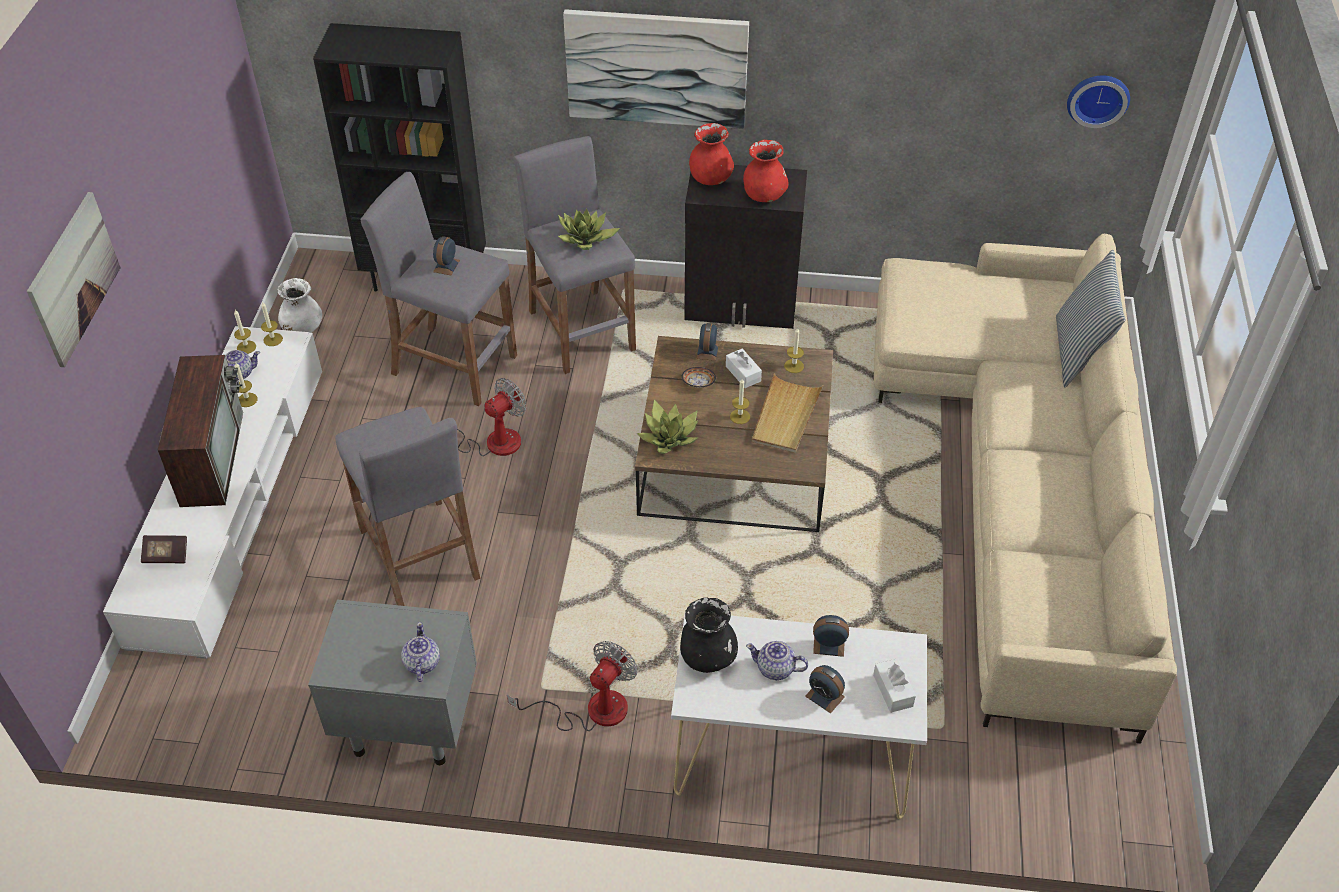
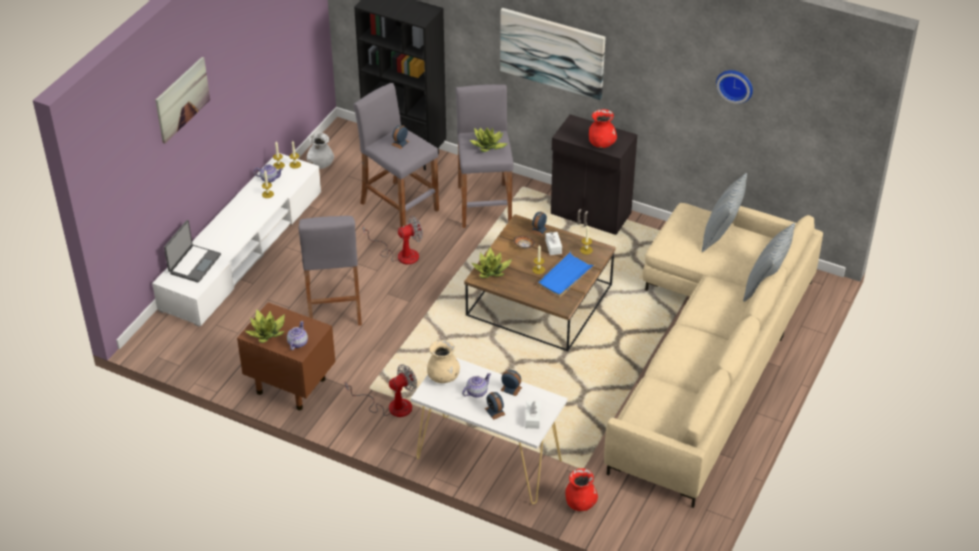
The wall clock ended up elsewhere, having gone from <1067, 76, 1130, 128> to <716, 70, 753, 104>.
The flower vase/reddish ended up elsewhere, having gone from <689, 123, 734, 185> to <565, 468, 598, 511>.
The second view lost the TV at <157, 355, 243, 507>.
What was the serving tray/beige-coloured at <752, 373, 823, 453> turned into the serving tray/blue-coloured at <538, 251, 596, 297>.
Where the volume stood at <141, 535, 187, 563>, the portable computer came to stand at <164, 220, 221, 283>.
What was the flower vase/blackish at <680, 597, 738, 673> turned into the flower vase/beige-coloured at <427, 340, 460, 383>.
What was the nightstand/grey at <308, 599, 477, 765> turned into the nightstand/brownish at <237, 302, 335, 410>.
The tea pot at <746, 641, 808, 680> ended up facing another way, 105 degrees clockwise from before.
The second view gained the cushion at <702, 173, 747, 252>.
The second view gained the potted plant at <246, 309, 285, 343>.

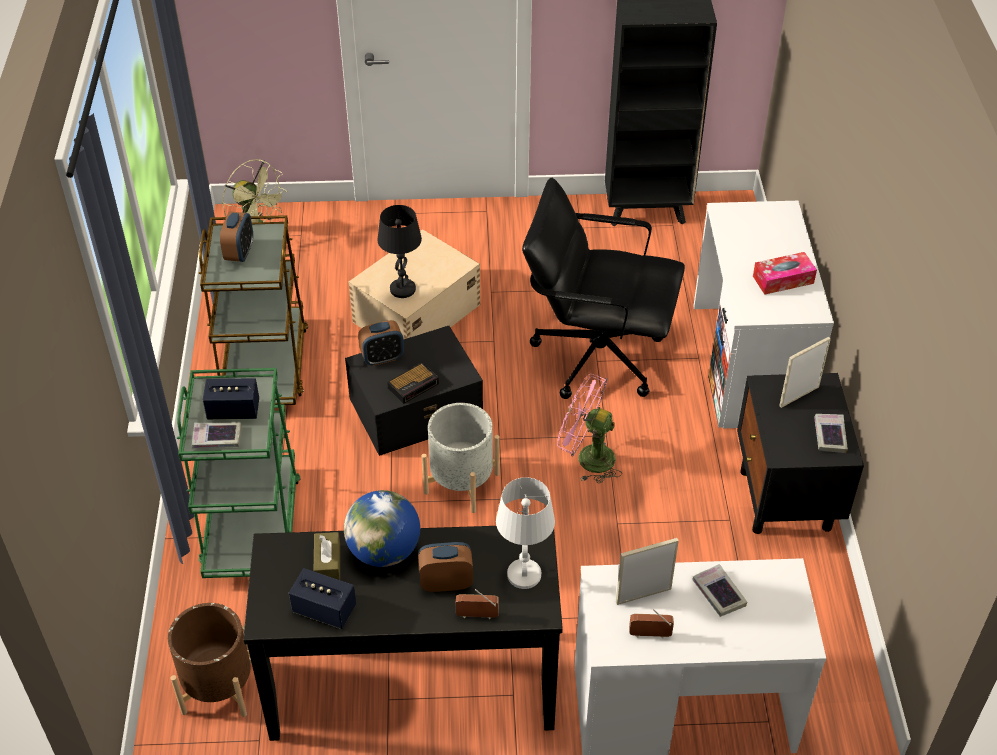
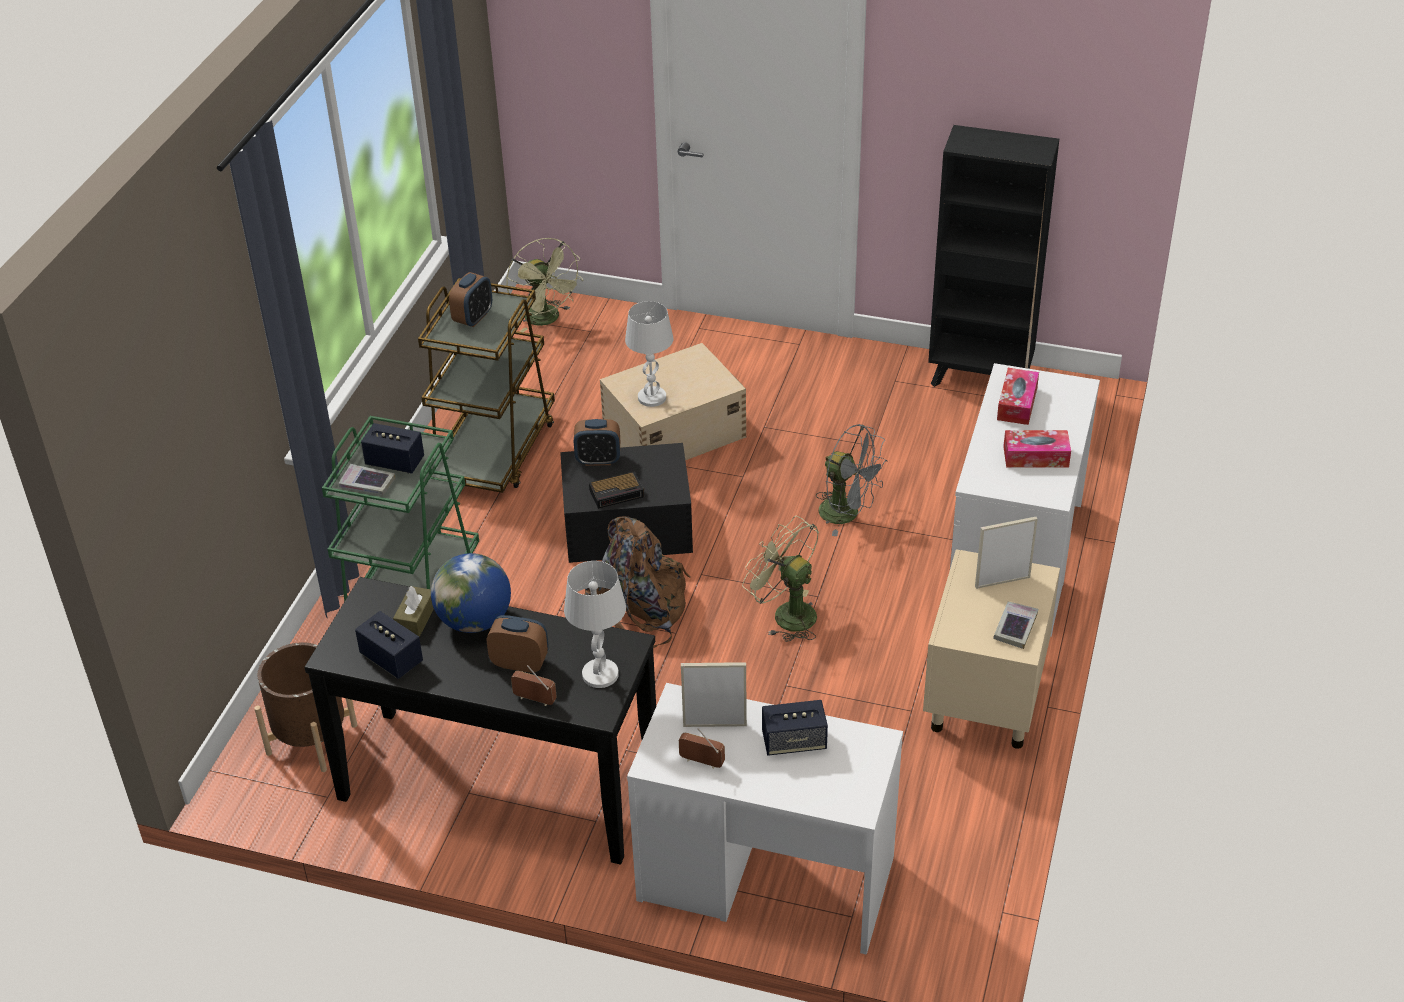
Where the office chair/blackish stood at <522, 178, 685, 399>, the fan/grey came to stand at <816, 424, 888, 536>.
What was the tabletop lamp/blackish at <378, 205, 422, 298> turned into the tabletop lamp/white-coloured at <625, 301, 673, 407>.
What was the nightstand/blackish at <737, 373, 864, 534> turned into the nightstand/beige-coloured at <923, 549, 1060, 749>.
What was the fan/pink at <557, 374, 622, 483> turned into the fan/greenish at <742, 516, 819, 642>.
Where the planter/grey stood at <422, 403, 500, 513>, the rucksack/brownish came to stand at <584, 516, 691, 648>.
Where the volume stood at <692, 564, 747, 617>, the audio speaker came to stand at <762, 700, 828, 756>.
The second view gained the box of tissues at <997, 368, 1039, 425>.

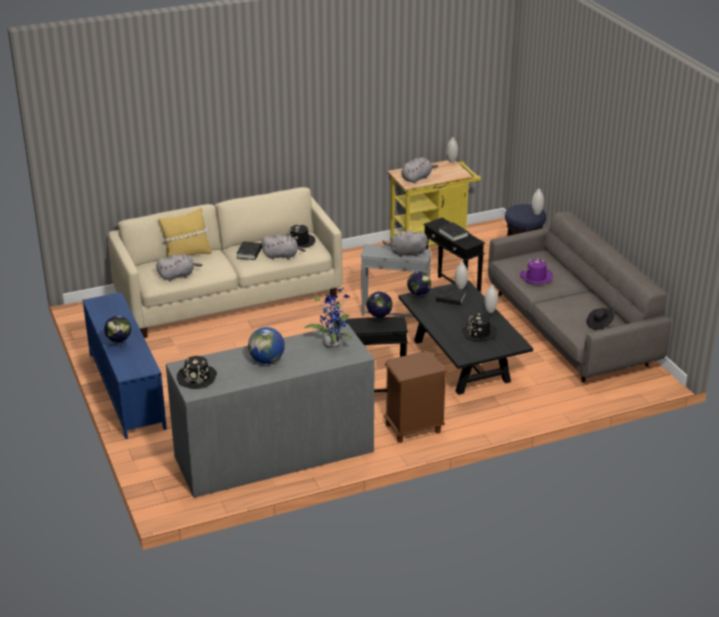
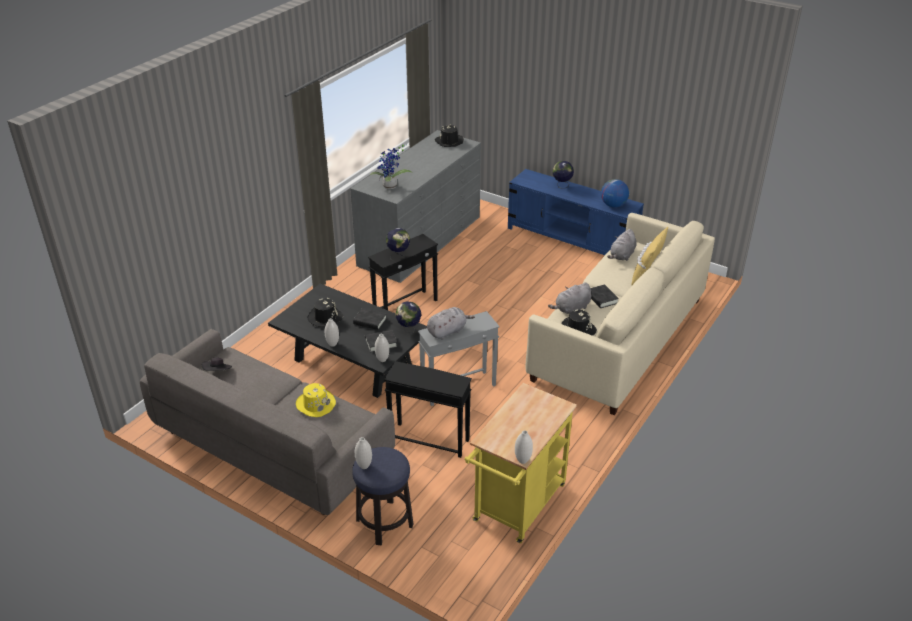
The second view lost the soft toy/grey at <402, 157, 438, 183>.
The volume/blackish ended up elsewhere, having gone from <439, 222, 469, 242> to <353, 308, 387, 330>.
What was the clothing hat/purplish at <520, 258, 553, 284> turned into the clothing hat/yellow at <296, 383, 336, 417>.
The desk globe ended up elsewhere, having gone from <248, 327, 285, 364> to <601, 179, 629, 207>.
The second view lost the nightstand/brownish at <384, 351, 447, 443>.

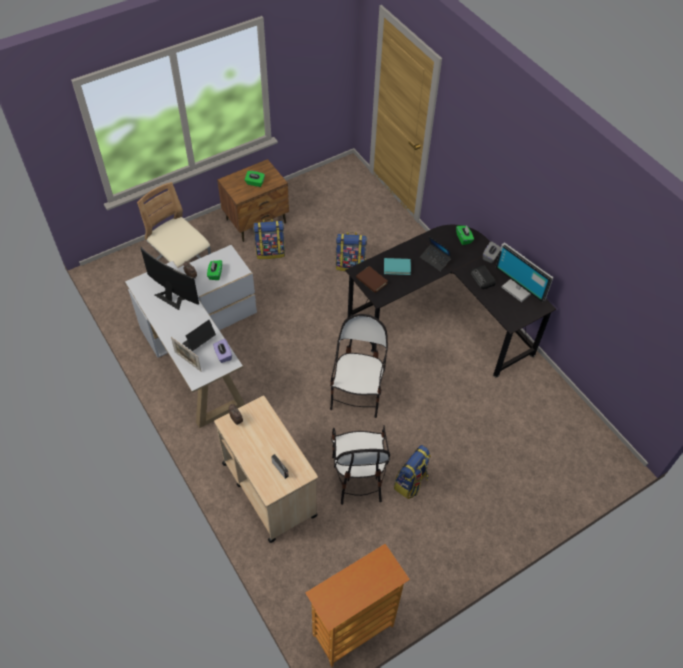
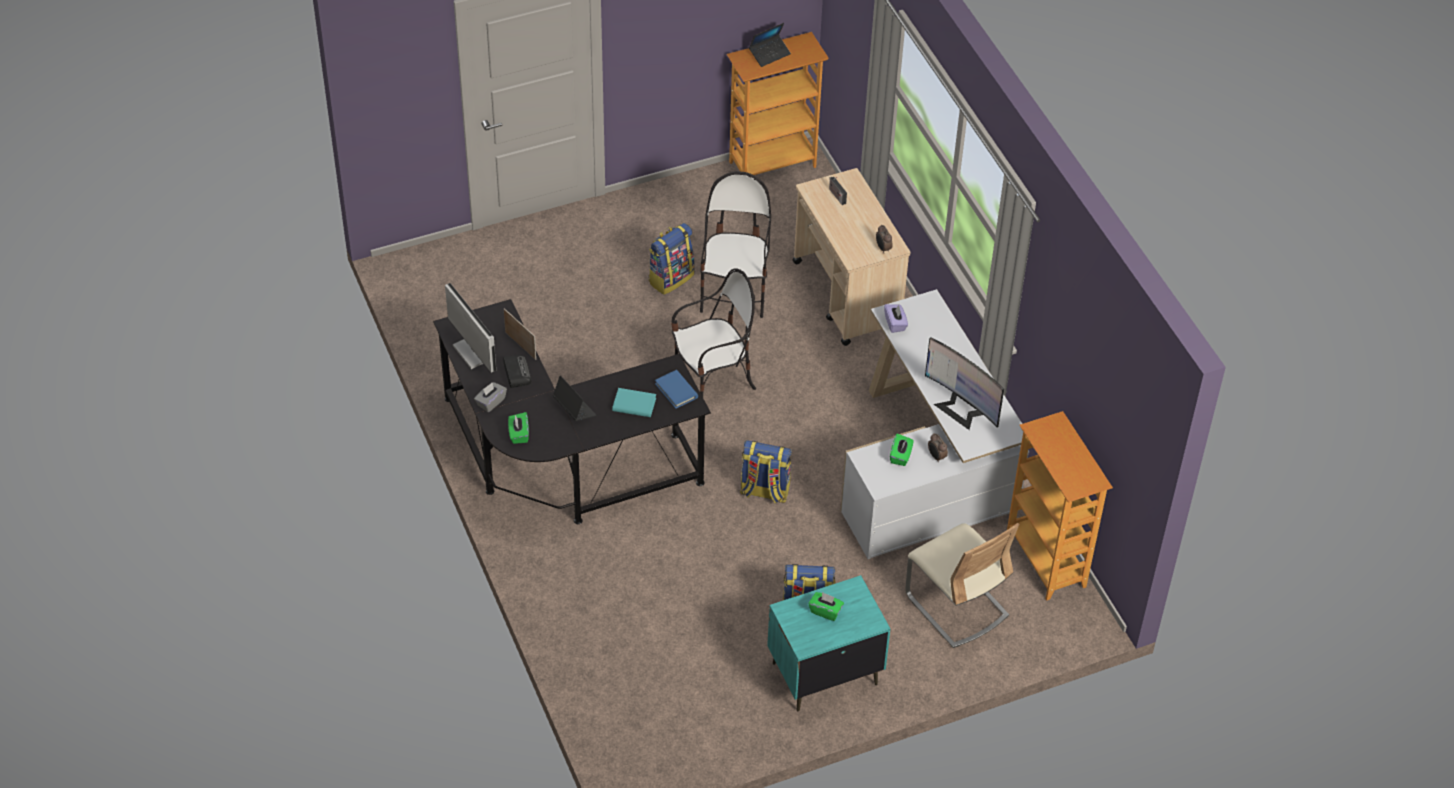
What was the nightstand/brownish at <217, 159, 289, 242> turned into the nightstand/blue-green at <767, 575, 891, 712>.
The rucksack ended up elsewhere, having gone from <336, 232, 367, 271> to <740, 440, 792, 503>.
What was the volume/brownish at <356, 266, 388, 293> turned into the volume/blue-coloured at <655, 370, 698, 409>.
The upright chair at <330, 314, 388, 418> ended up facing another way, 135 degrees counterclockwise from before.
The portable computer ended up elsewhere, having gone from <182, 320, 216, 351> to <749, 23, 791, 67>.
The picture frame ended up elsewhere, having gone from <171, 337, 202, 372> to <504, 308, 536, 360>.
The second view gained the bookcase at <1007, 411, 1113, 601>.

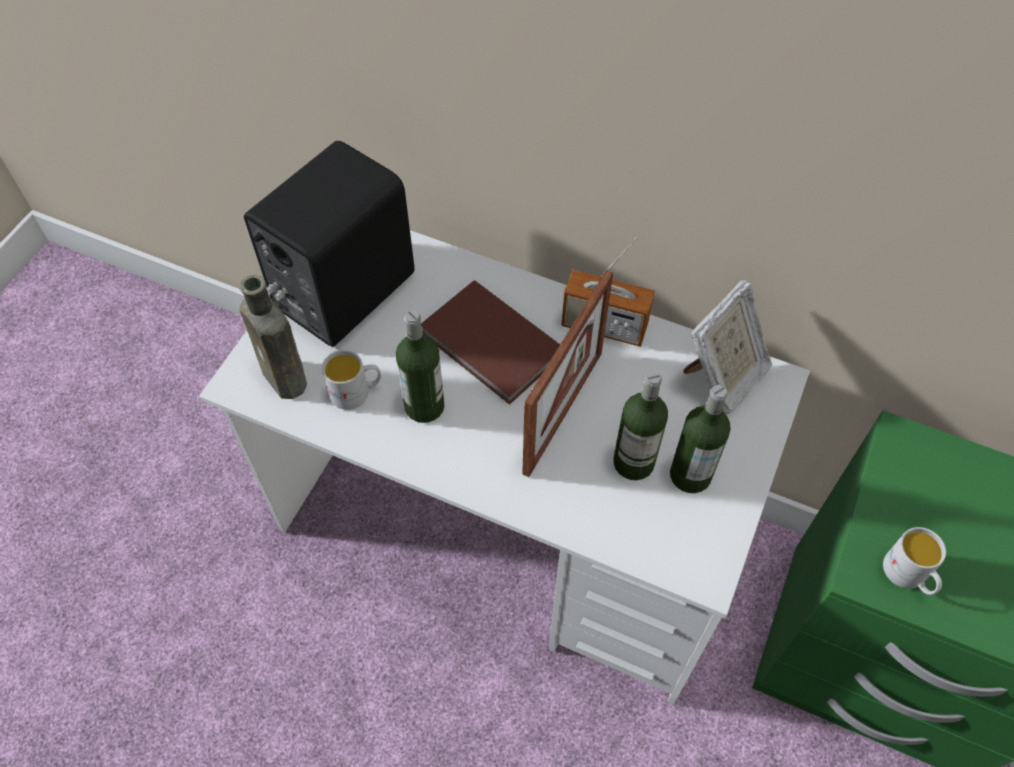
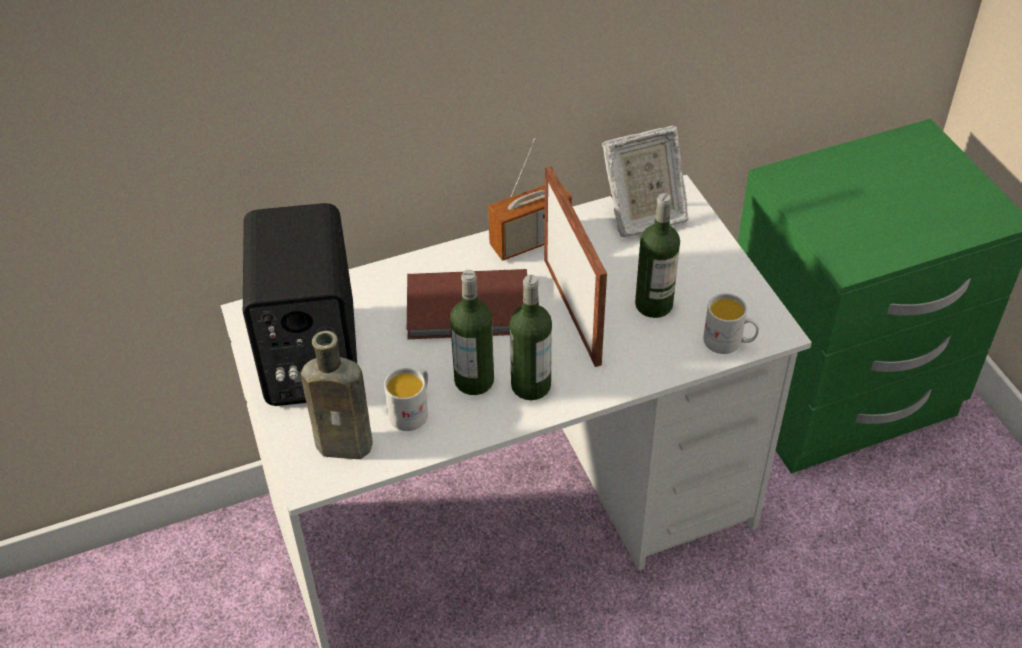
The picture frame at <683, 280, 773, 414> ended up facing another way, 75 degrees clockwise from before.
The bottle ended up elsewhere, having gone from <670, 385, 731, 493> to <510, 275, 552, 400>.
The tea mug/white-coloured ended up elsewhere, having gone from <883, 527, 946, 595> to <703, 293, 759, 354>.

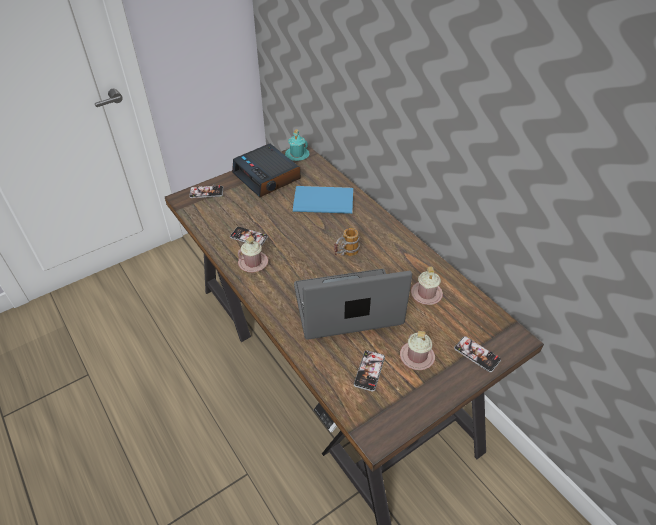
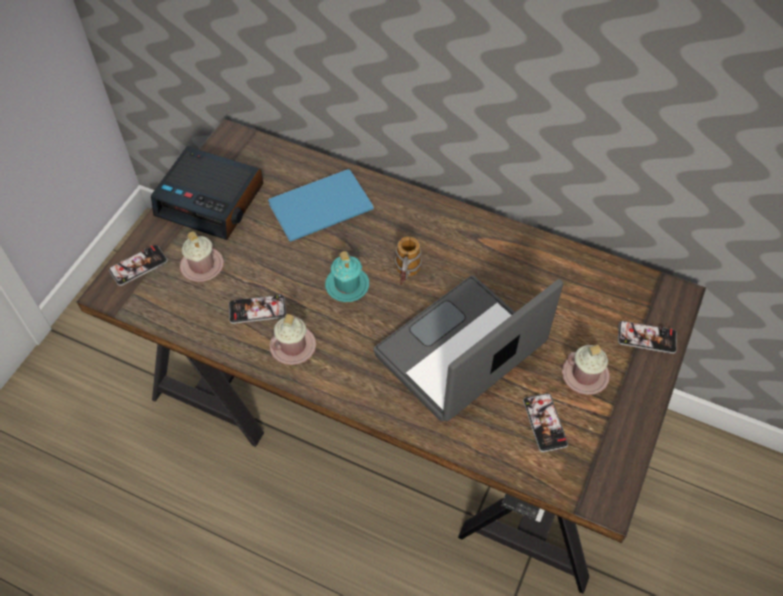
The tea mug/blue-green ended up elsewhere, having gone from <285, 129, 310, 161> to <325, 251, 369, 302>.
The tea mug/pink ended up elsewhere, having gone from <411, 267, 443, 305> to <180, 231, 224, 282>.

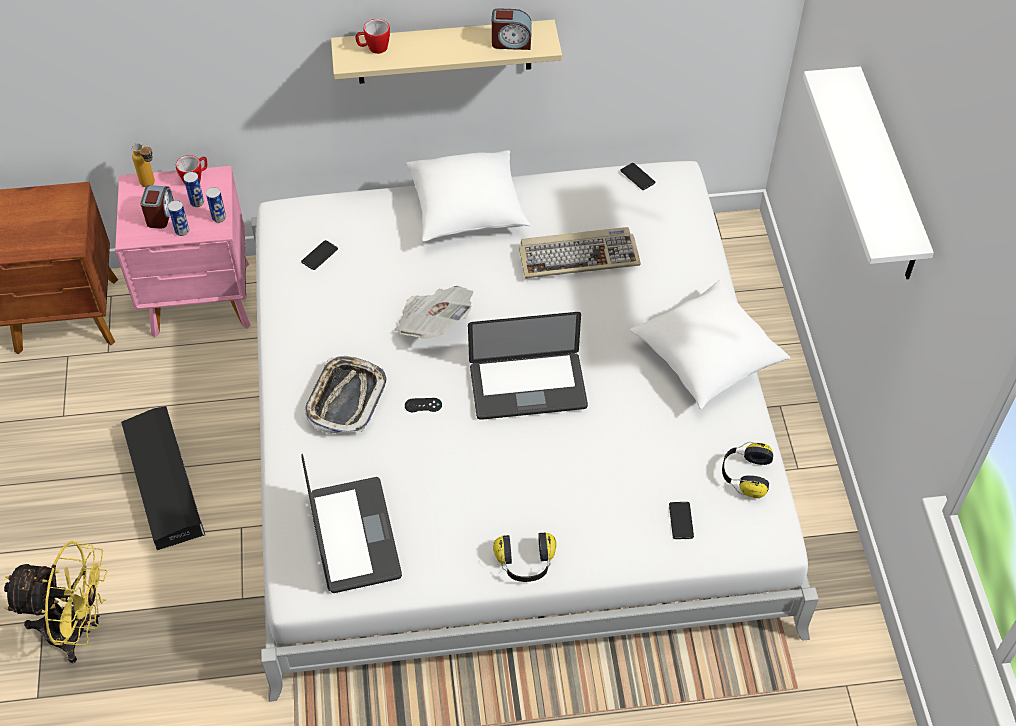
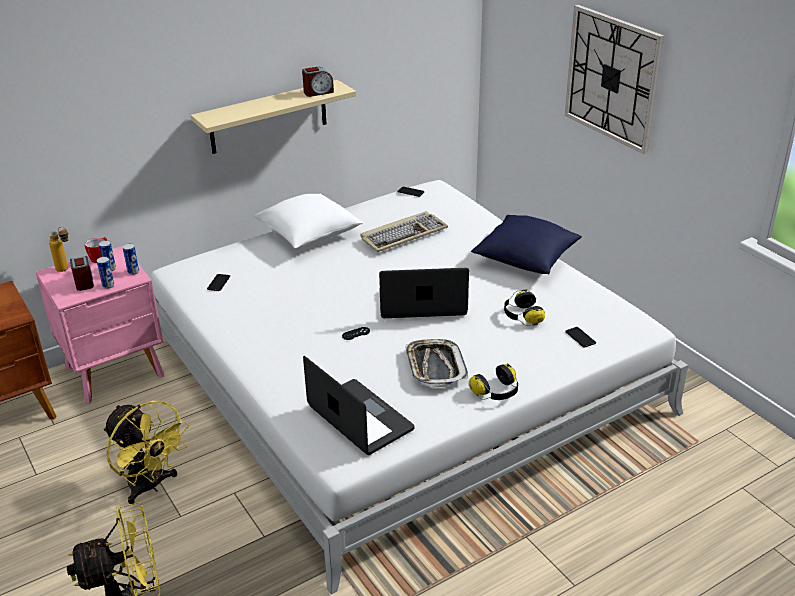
The second view lost the tea mug at <356, 19, 390, 54>.
Where the shelf/white-coloured hung at <803, 66, 934, 279>, the wall clock came to hang at <565, 5, 664, 154>.
What was the cushion/white-coloured at <630, 280, 790, 409> turned into the cushion/blue-coloured at <471, 215, 582, 274>.
The second view lost the newspaper at <395, 286, 474, 339>.
The portable computer at <468, 312, 588, 420> ended up facing another way, 150 degrees counterclockwise from before.
The serving tray ended up elsewhere, having gone from <305, 356, 386, 434> to <405, 339, 468, 388>.
Where the storage container/blackish stood at <121, 406, 205, 550>, the fan/yellow came to stand at <103, 401, 189, 504>.
The headphones ended up elsewhere, having gone from <722, 442, 773, 498> to <504, 289, 545, 326>.

